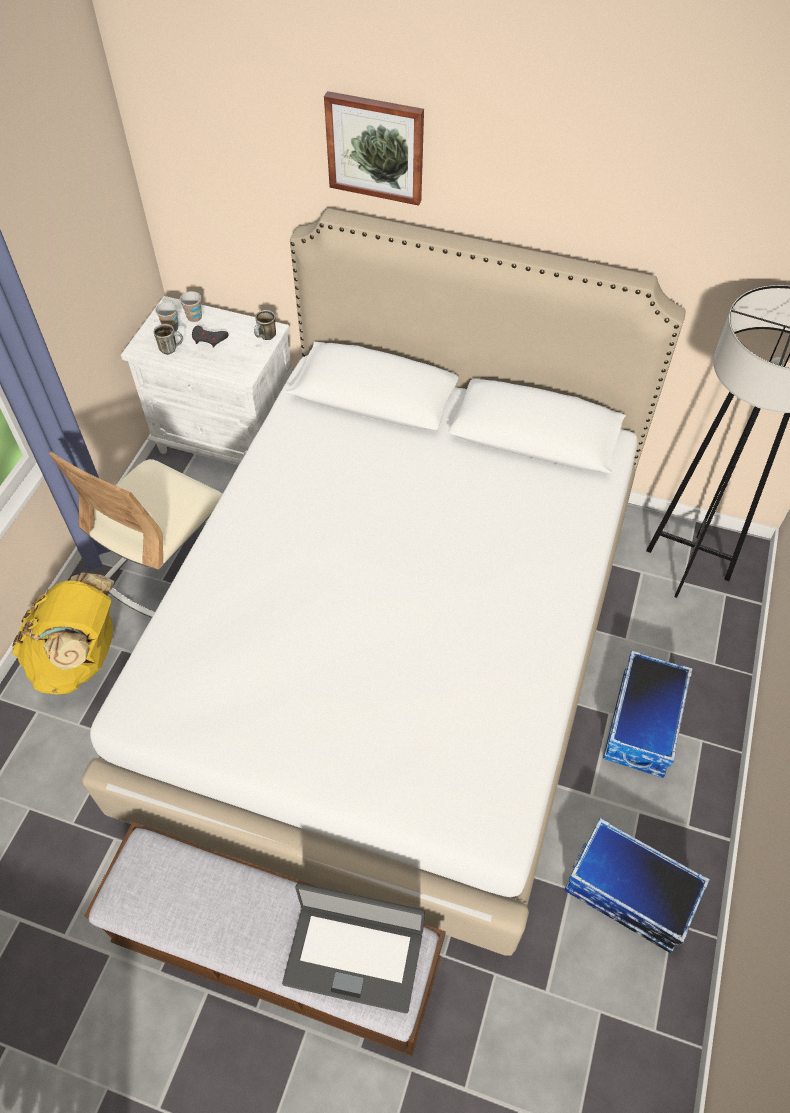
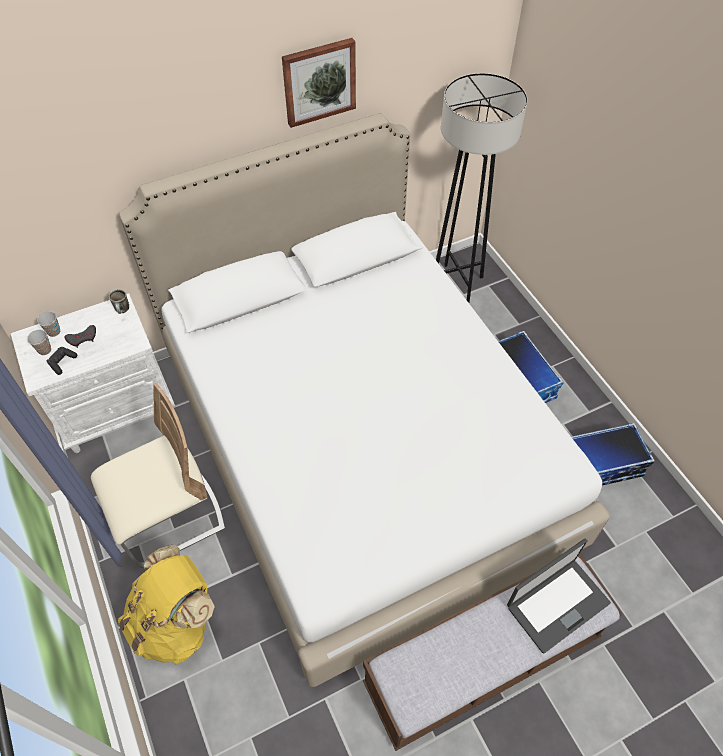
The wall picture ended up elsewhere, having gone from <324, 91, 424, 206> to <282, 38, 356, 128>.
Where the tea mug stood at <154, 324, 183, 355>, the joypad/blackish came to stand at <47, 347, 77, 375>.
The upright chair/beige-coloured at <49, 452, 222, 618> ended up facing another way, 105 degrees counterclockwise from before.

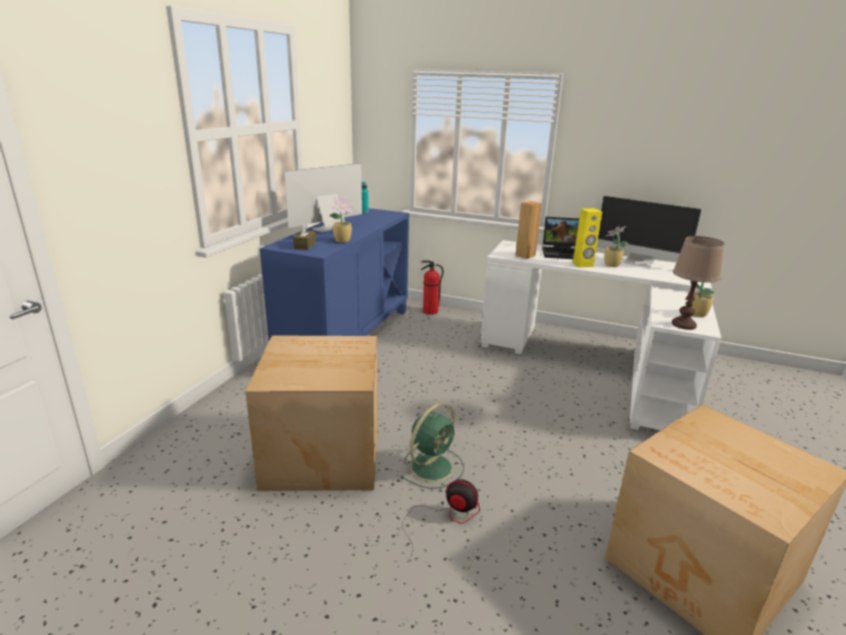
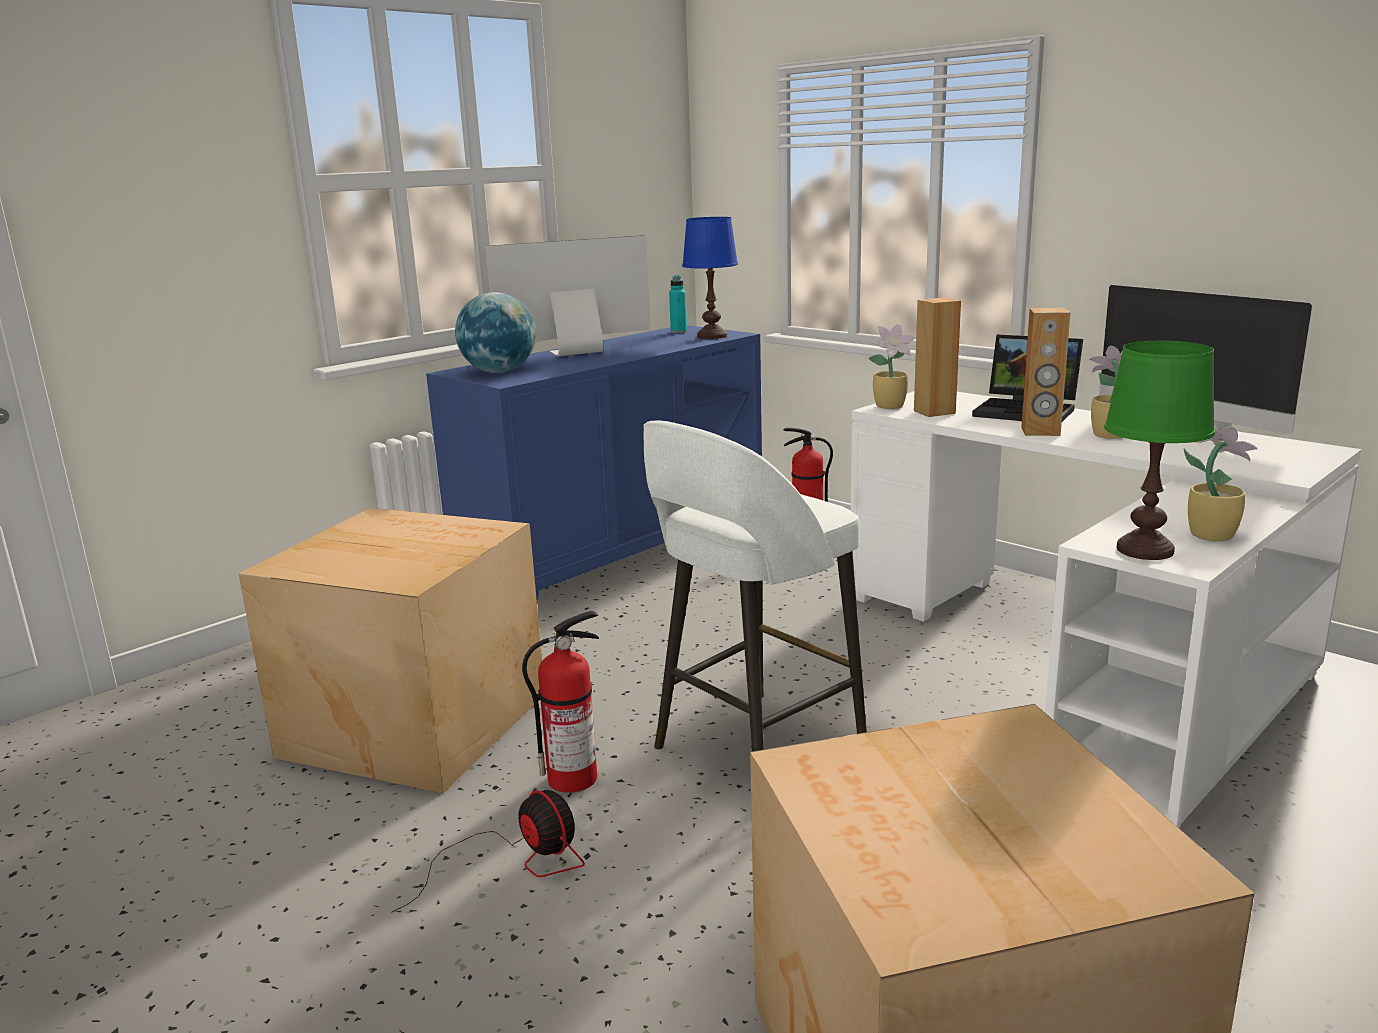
The potted plant ended up elsewhere, having gone from <330, 196, 354, 243> to <868, 323, 915, 409>.
What was the audio speaker/yellow at <573, 208, 602, 268> turned into the audio speaker/brownish at <1021, 308, 1071, 436>.
Where the box of tissues/brownish stood at <293, 223, 316, 250>, the desk globe came to stand at <455, 292, 536, 373>.
What was the tabletop lamp/brownish at <672, 236, 724, 330> turned into the tabletop lamp/greenish at <1104, 341, 1215, 560>.
Where the fan/greenish stood at <401, 403, 464, 489>, the fire-fighting cylinder came to stand at <522, 611, 599, 793>.
The second view gained the tabletop lamp/blue-coloured at <682, 217, 738, 339>.
The second view gained the stool/white-coloured at <643, 420, 867, 751>.

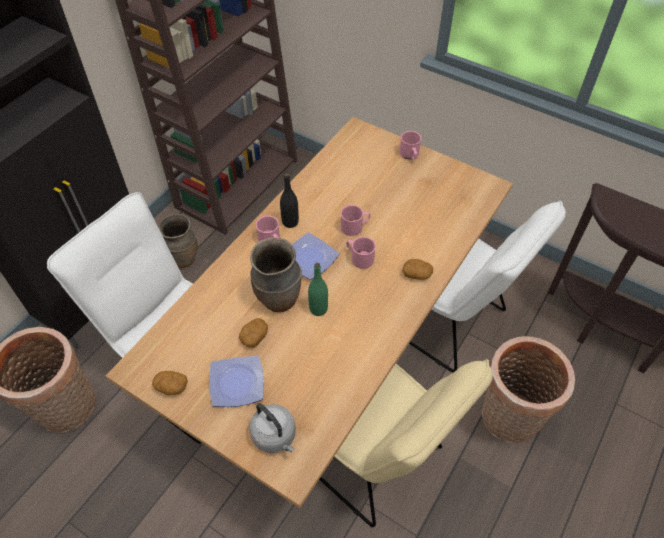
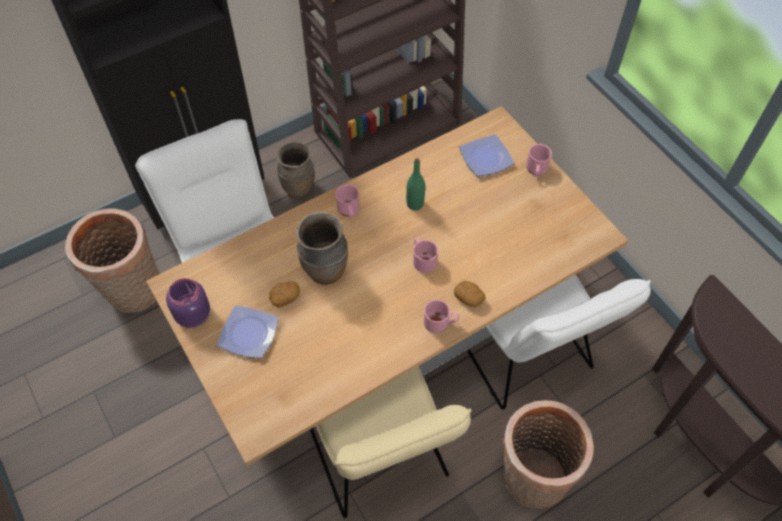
The second view lost the bottle/blackish at <280, 173, 299, 228>.
The tea mug/pink ended up elsewhere, having gone from <341, 205, 370, 236> to <424, 299, 459, 334>.
The flat dish ended up elsewhere, having gone from <292, 232, 339, 280> to <459, 134, 514, 177>.
The bottle/greenish ended up elsewhere, having gone from <308, 263, 328, 316> to <406, 158, 425, 210>.
Where the spud stood at <152, 371, 188, 395>, the preserve jar/purplish came to stand at <166, 278, 210, 328>.
The second view lost the kettle/grey at <249, 403, 296, 453>.

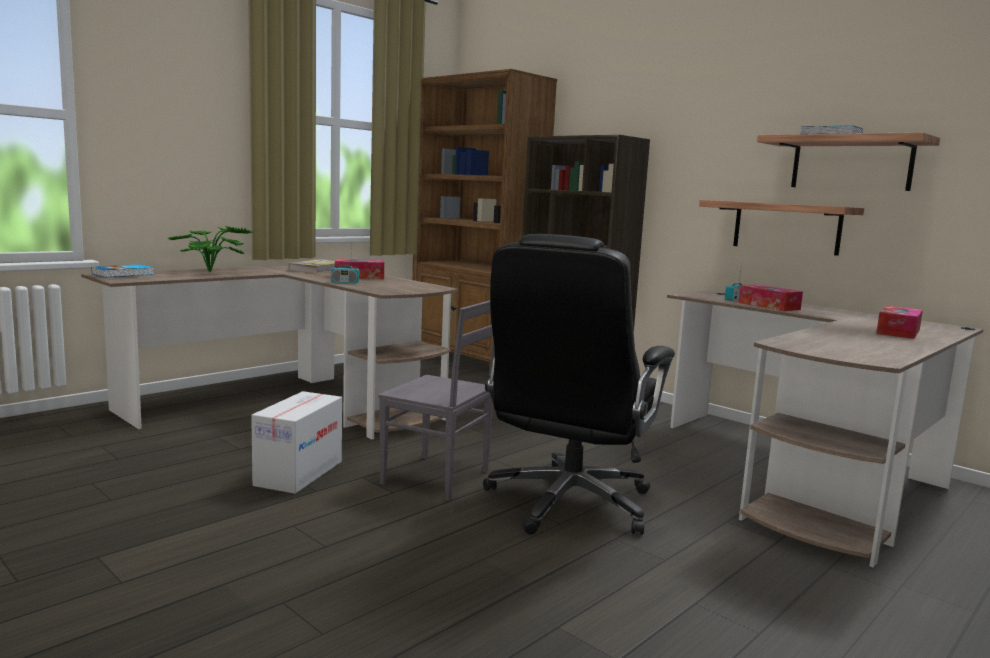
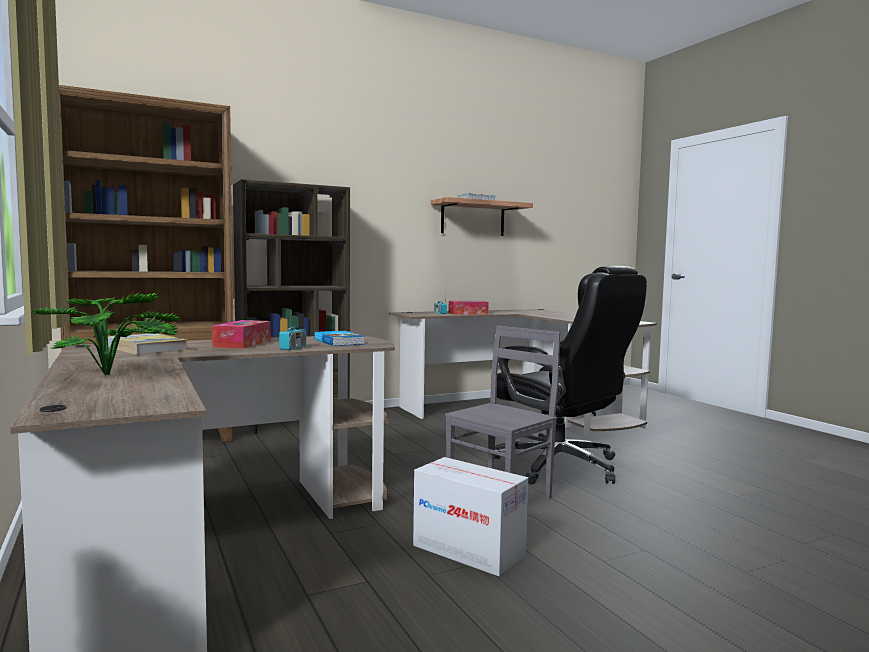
The second view lost the shelf at <699, 200, 864, 256>.
The volume ended up elsewhere, having gone from <92, 264, 154, 277> to <314, 331, 365, 346>.
The second view lost the box of tissues at <876, 306, 923, 339>.

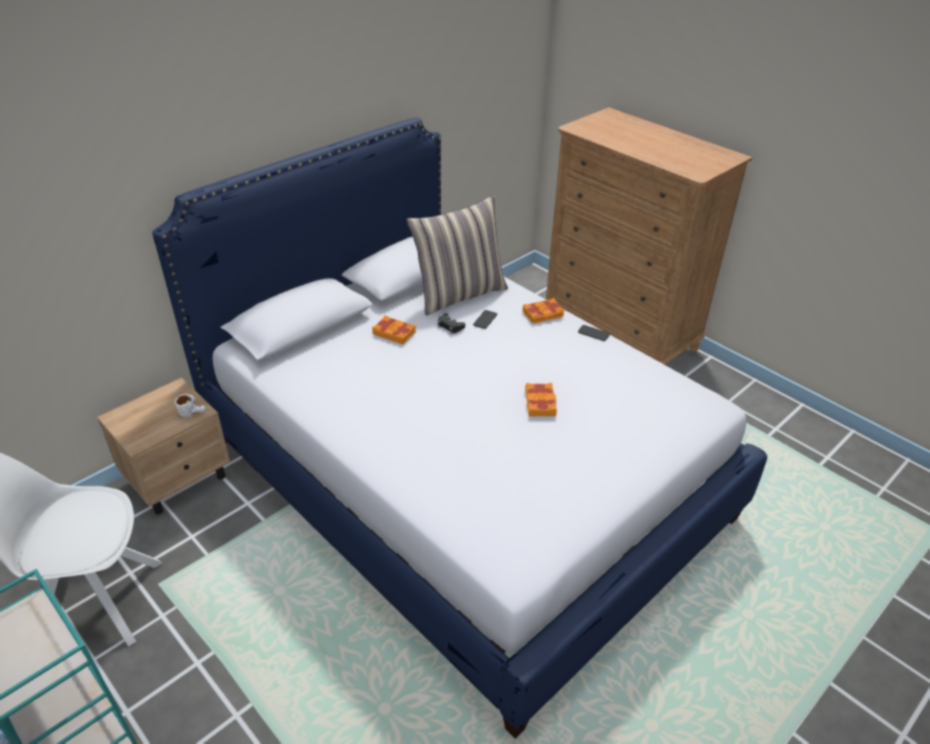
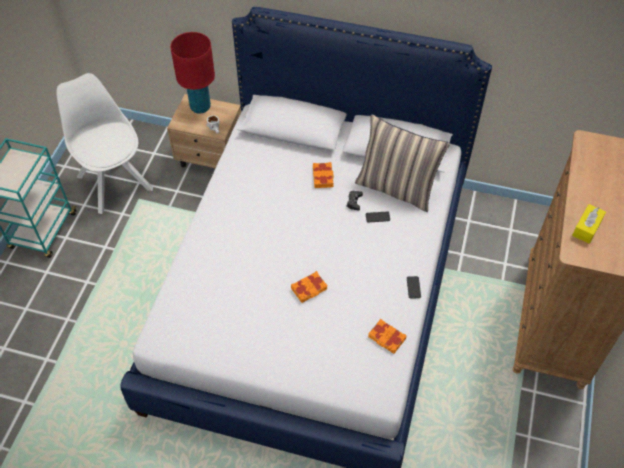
The volume/orange-coloured ended up elsewhere, having gone from <523, 298, 564, 324> to <368, 319, 407, 354>.
The second view gained the tabletop lamp/reddish at <170, 32, 215, 114>.
The second view gained the box of tissues/yellow at <572, 204, 606, 244>.

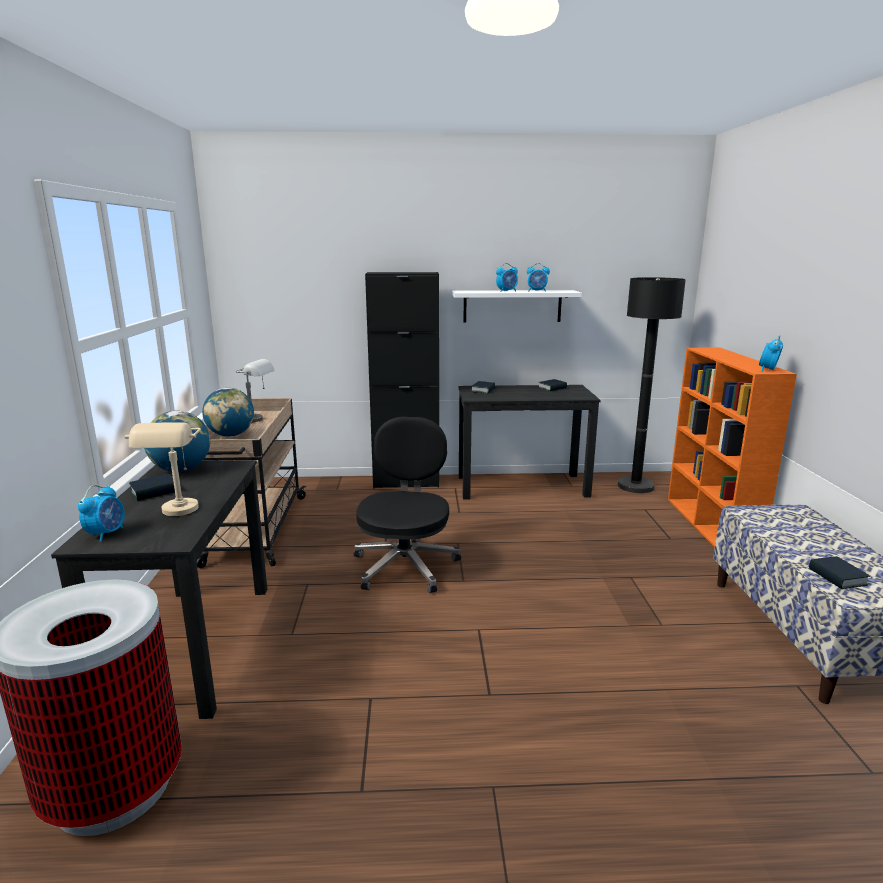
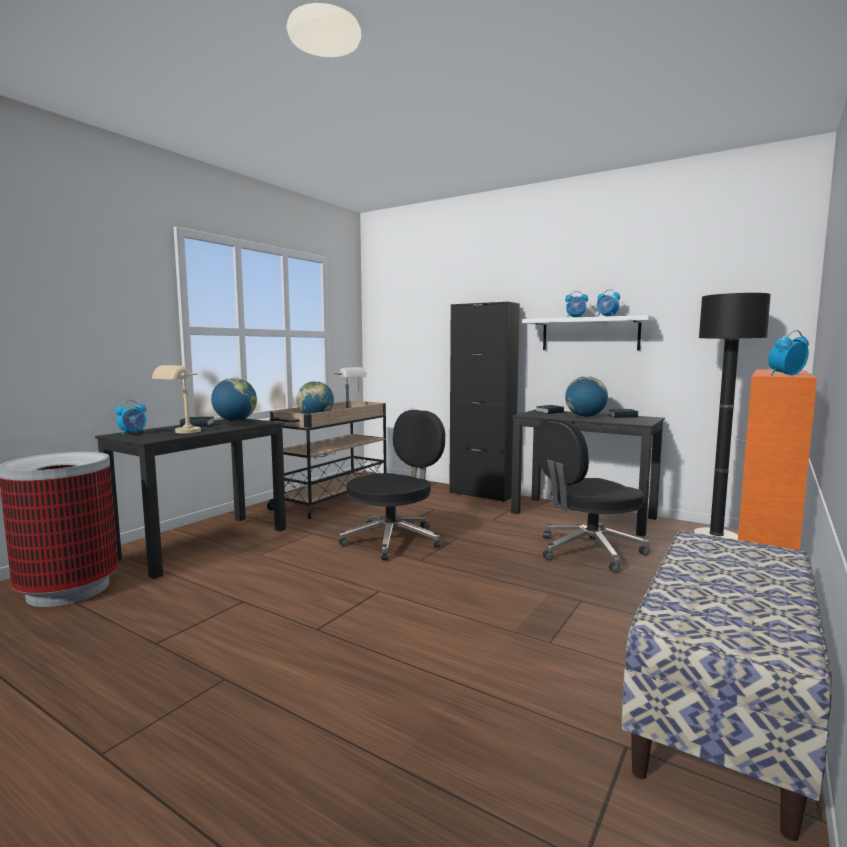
The second view lost the volume at <809, 556, 870, 589>.
The second view gained the desk globe at <565, 376, 608, 417>.
The second view gained the office chair/blackish at <535, 419, 650, 573>.

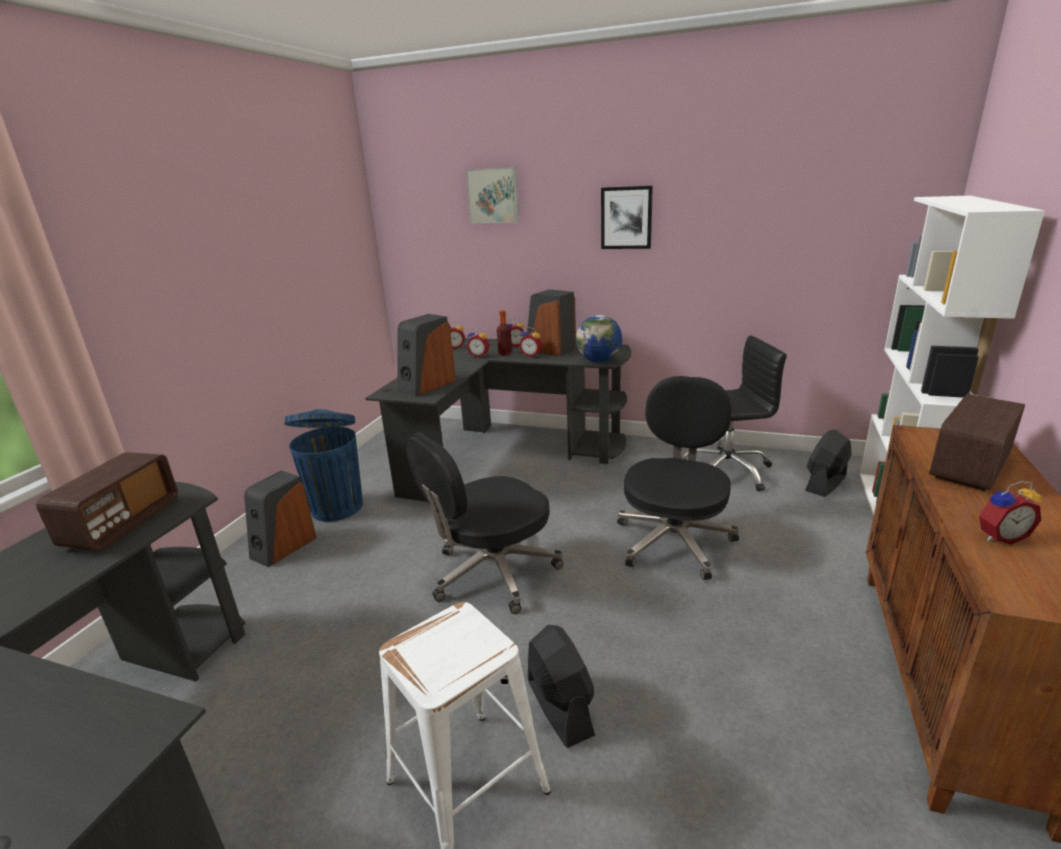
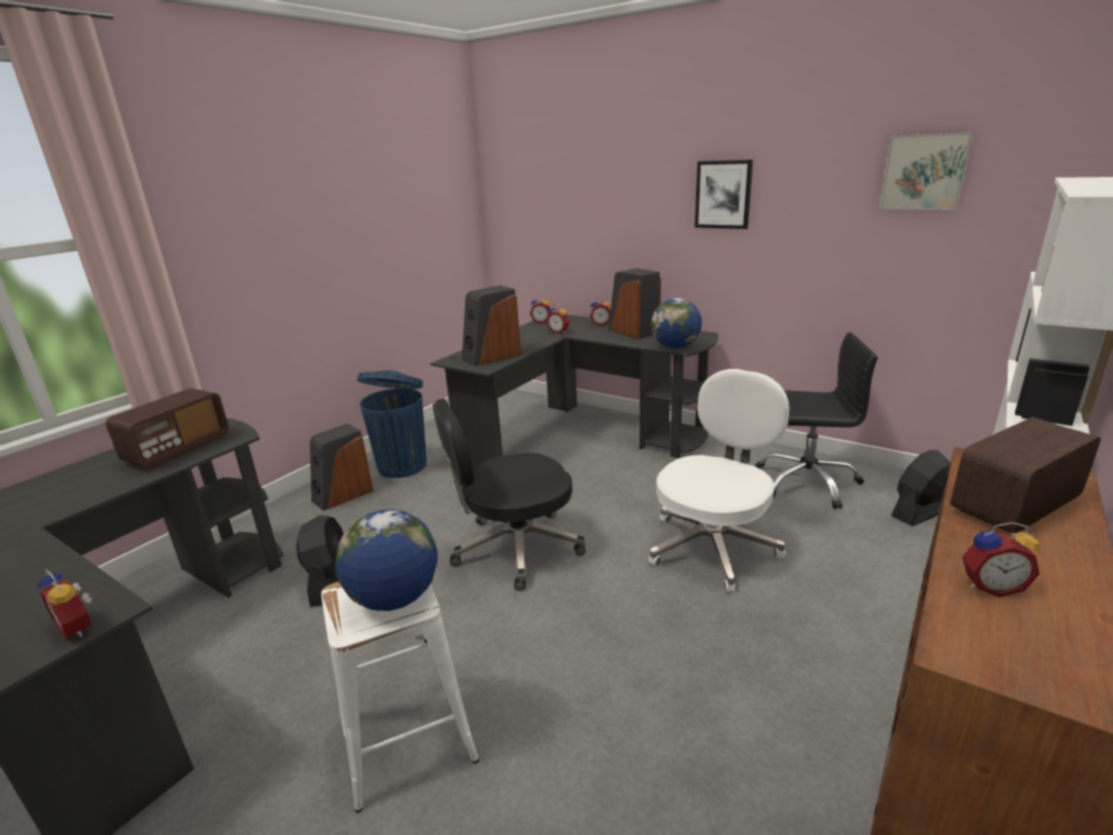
The wall picture ended up elsewhere, having gone from <466, 167, 519, 224> to <880, 132, 974, 210>.
The second view lost the bottle at <497, 310, 512, 355>.
The table clock ended up elsewhere, having gone from <519, 327, 542, 357> to <37, 569, 92, 638>.
What was the office chair/blackish at <617, 376, 739, 580> turned into the office chair/white-coloured at <649, 369, 790, 592>.
The fan/blackish ended up elsewhere, having gone from <528, 625, 595, 748> to <296, 515, 344, 607>.
The second view gained the desk globe at <335, 509, 438, 611>.

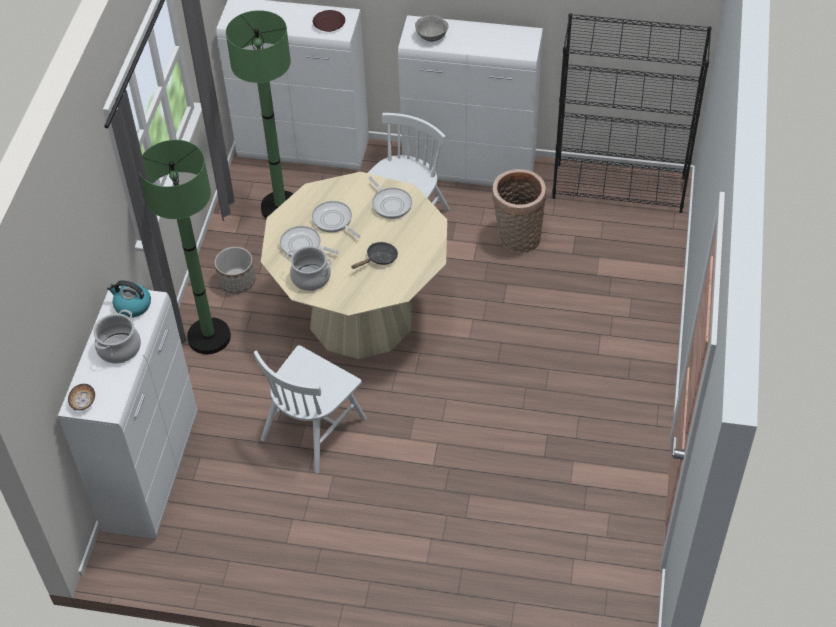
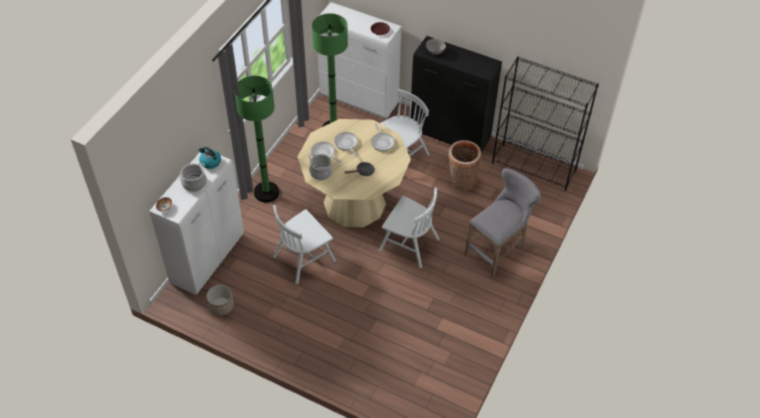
What was the storage cabinet/white-coloured at <398, 15, 543, 186> turned into the storage cabinet/blackish at <410, 36, 502, 153>.
The planter ended up elsewhere, having gone from <214, 247, 255, 294> to <207, 285, 234, 316>.
The second view gained the stool/grey at <465, 168, 541, 278>.
The second view gained the upright chair/white-coloured at <379, 188, 439, 268>.

